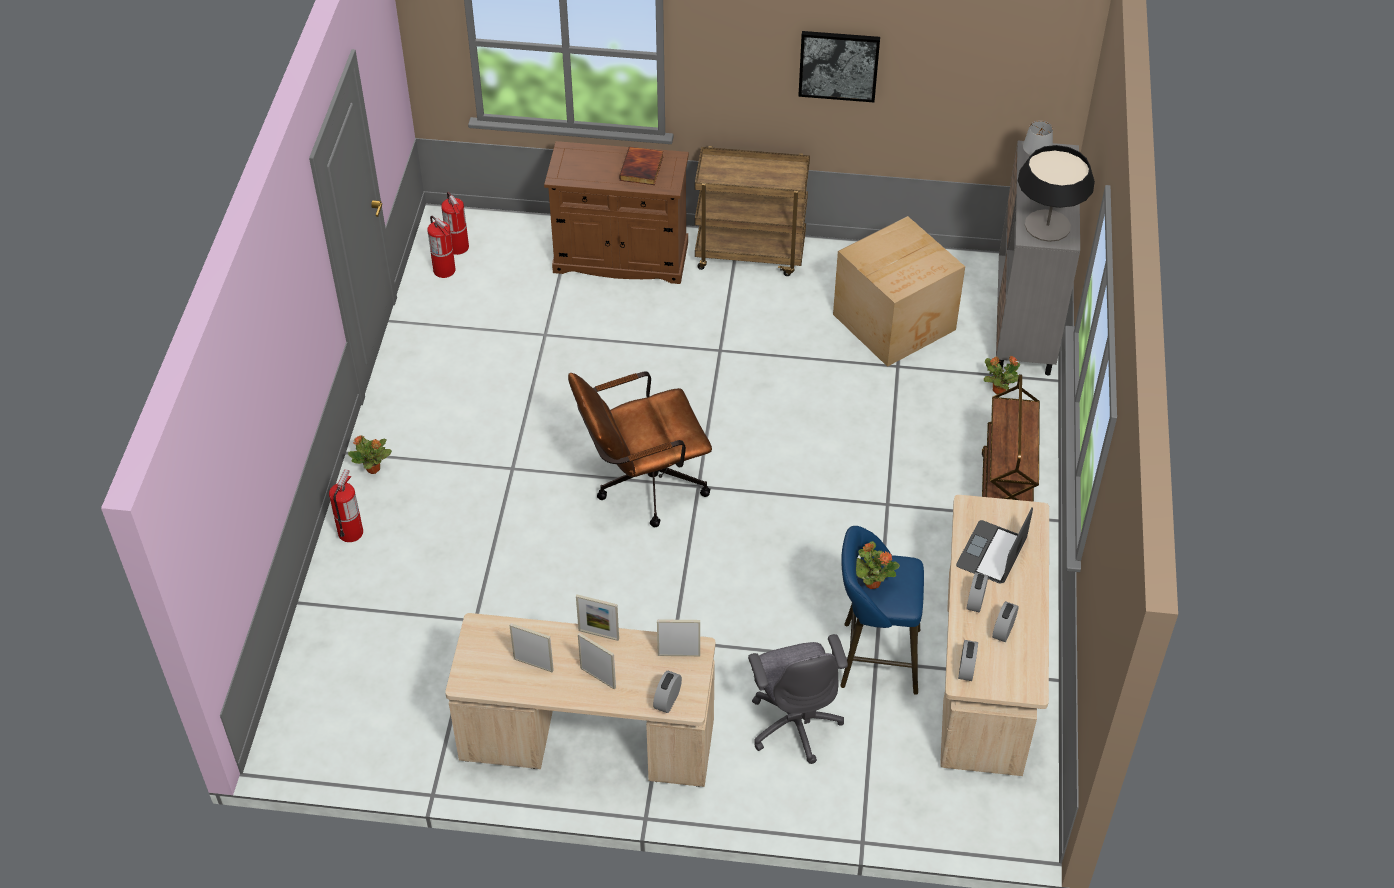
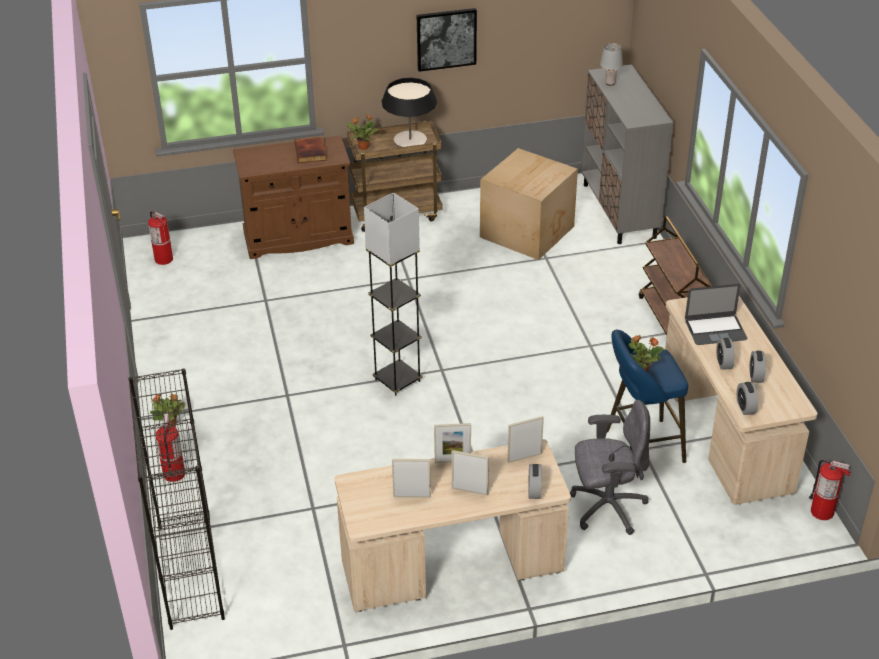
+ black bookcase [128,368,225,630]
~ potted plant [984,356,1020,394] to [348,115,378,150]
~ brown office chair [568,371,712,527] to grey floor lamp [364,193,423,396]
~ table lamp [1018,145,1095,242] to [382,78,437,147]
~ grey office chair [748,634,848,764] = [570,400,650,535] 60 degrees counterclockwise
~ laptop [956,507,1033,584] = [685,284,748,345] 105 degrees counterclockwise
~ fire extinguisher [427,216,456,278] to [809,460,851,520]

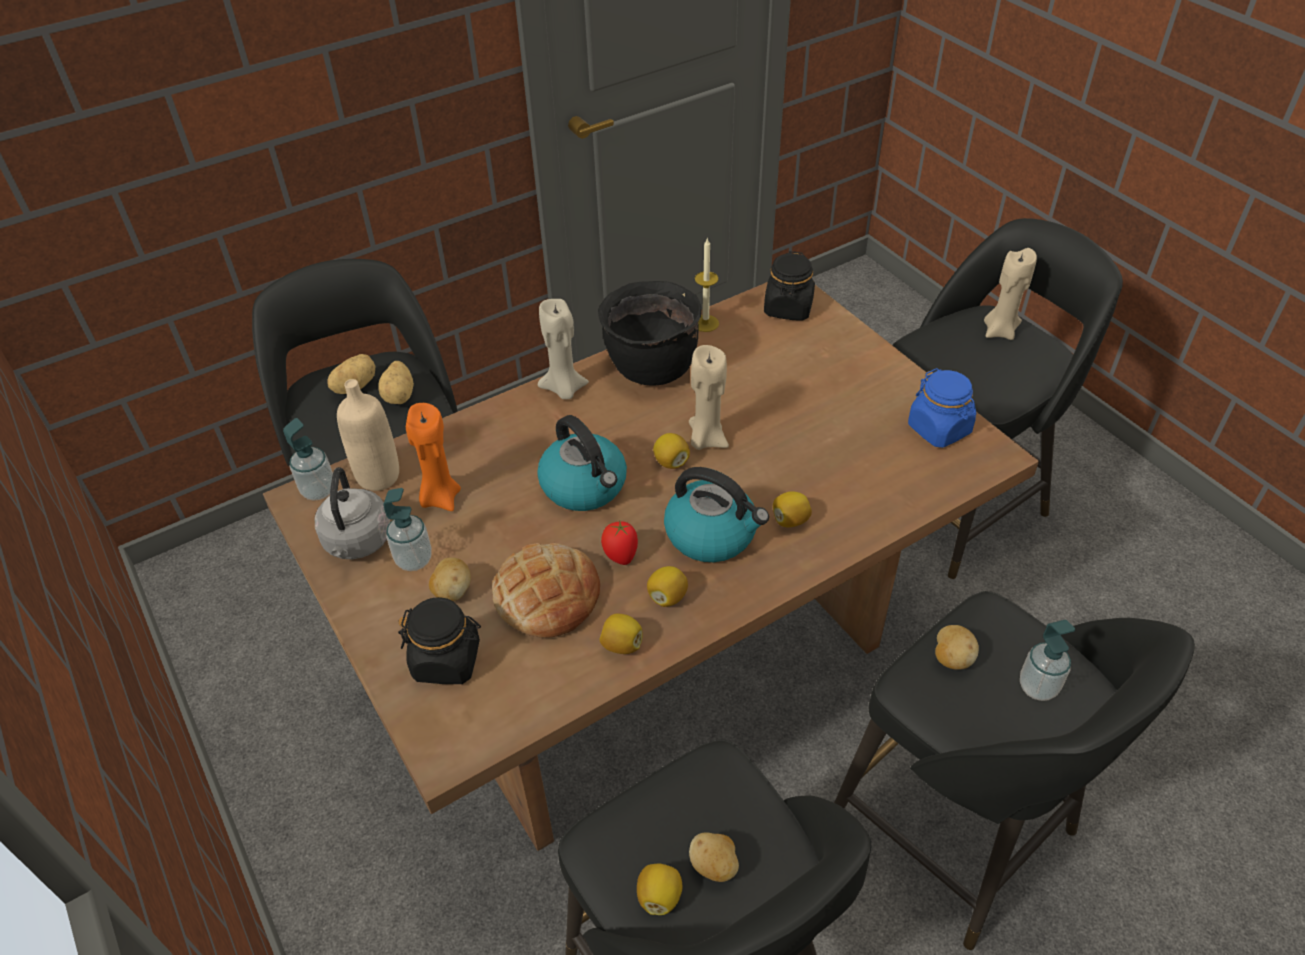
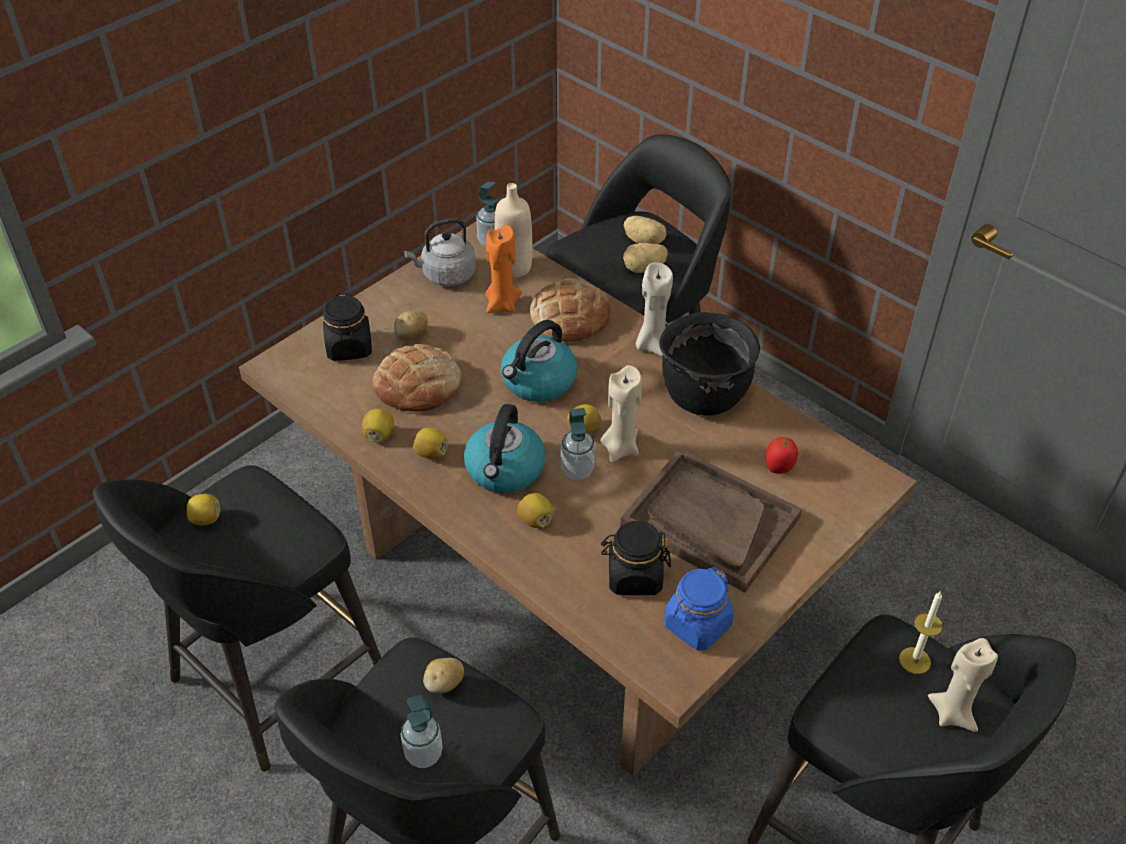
+ bread [530,278,611,342]
~ soap dispenser [383,488,432,571] to [561,408,595,480]
~ black jar [764,251,815,321] to [601,521,671,595]
+ brown tray [620,449,802,592]
~ tomato [601,521,638,565] to [766,437,798,474]
~ candle [695,239,719,332] to [899,591,942,674]
- potato [689,833,739,882]

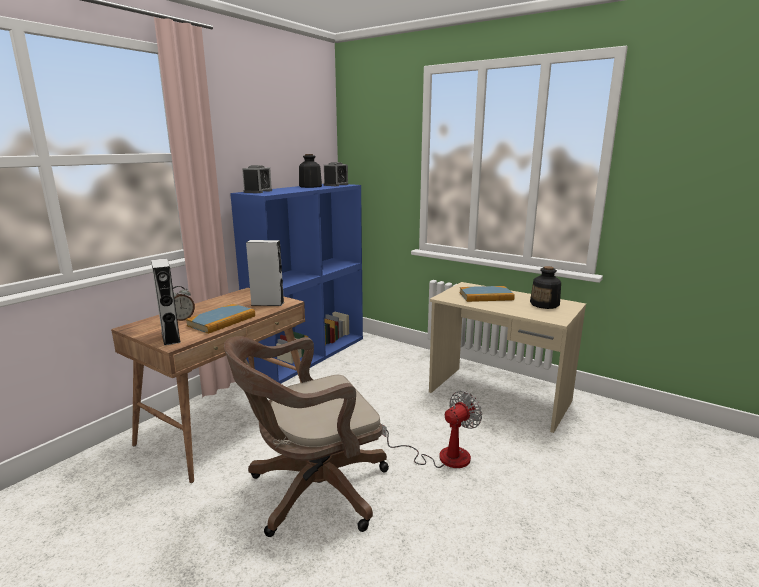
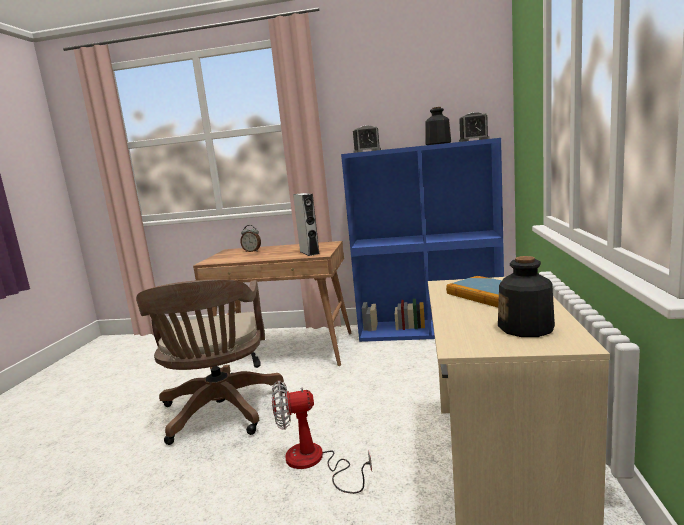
~ brown office chair [224,336,389,537] = [136,279,286,445] 135 degrees counterclockwise
~ fan [382,391,482,468] = [272,380,372,494] 150 degrees clockwise
- grey speaker [151,258,181,346]
- book [186,304,255,334]

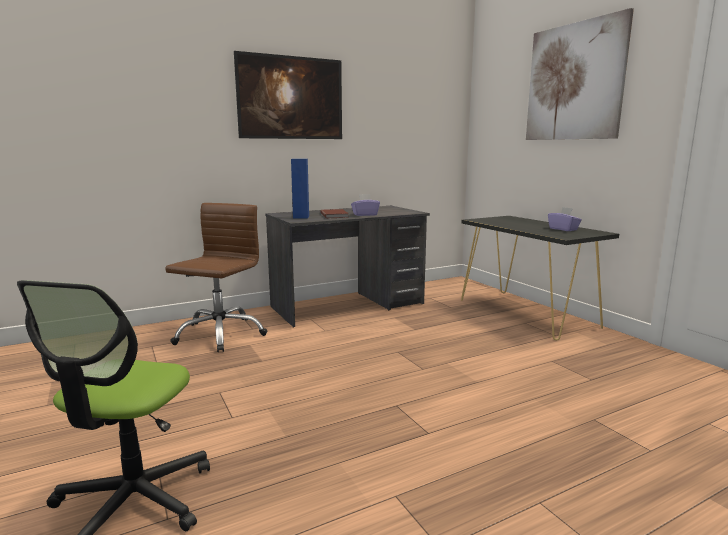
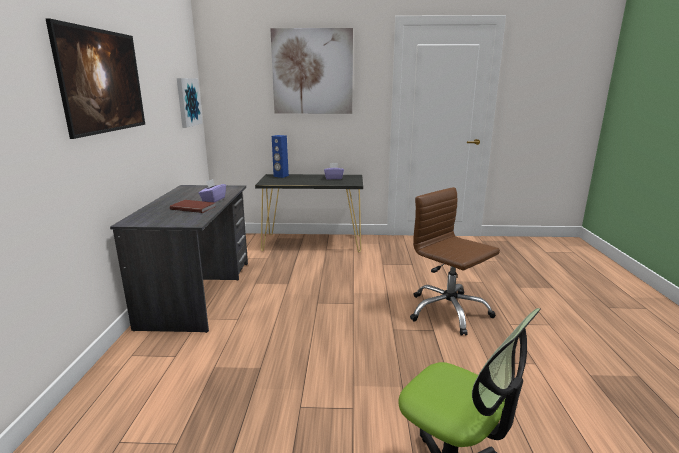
+ picture [177,78,202,128]
~ blue speaker [291,159,309,219] to [272,135,289,178]
~ brown office chair [165,203,267,352] to [410,187,500,336]

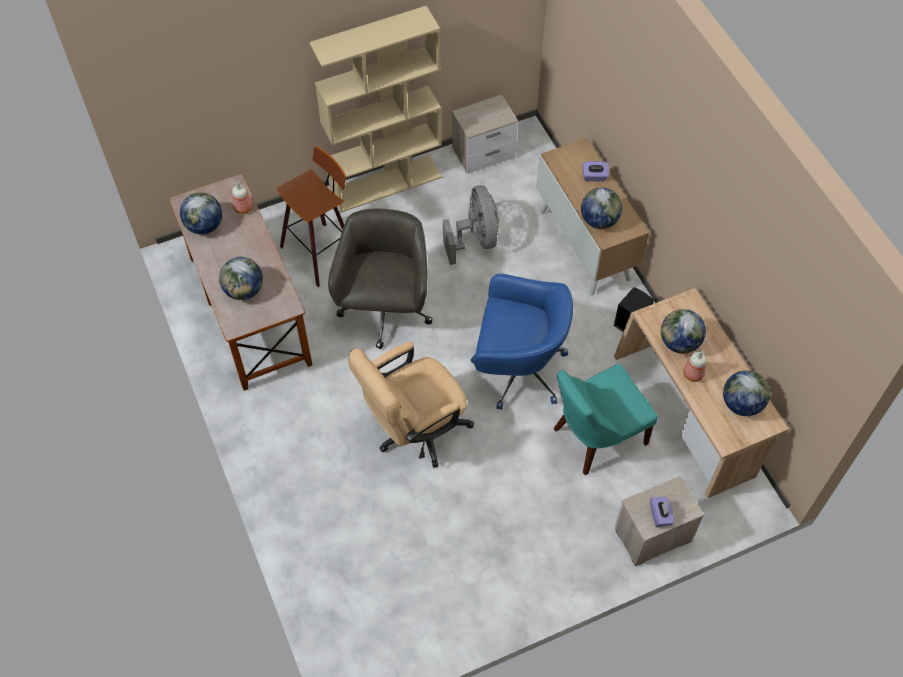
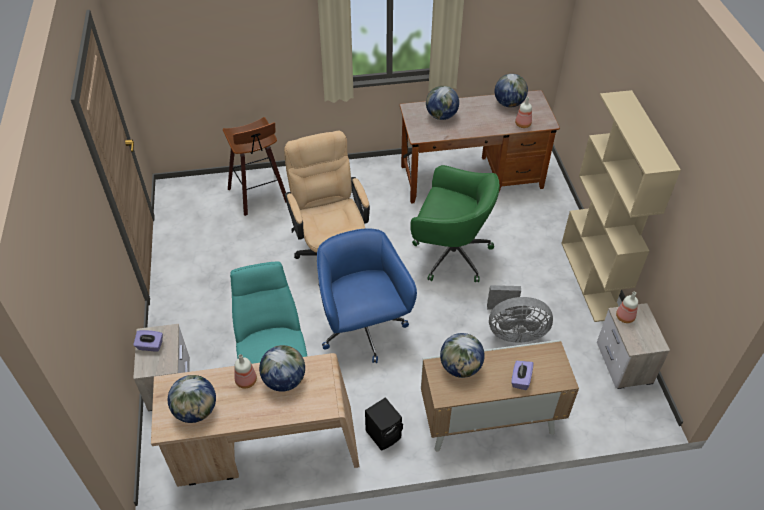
~ stool [277,146,346,287] to [223,117,287,216]
~ blue office chair [470,274,573,410] = [317,228,417,363] 135 degrees clockwise
~ grey office chair [328,209,433,349] to green office chair [410,165,500,282]
+ bottle [616,292,638,323]

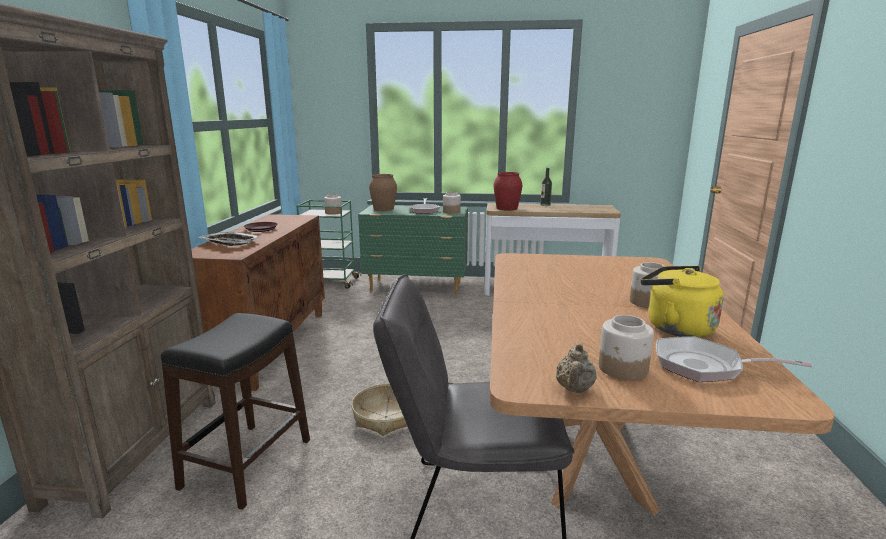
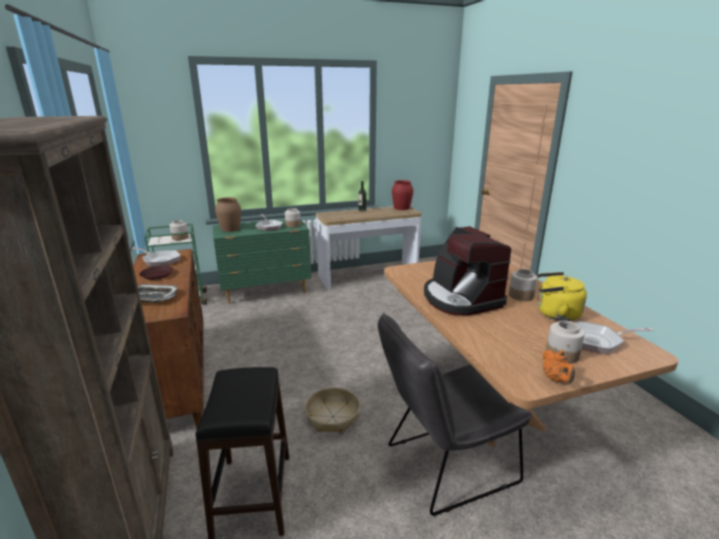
+ frying pan [131,247,180,267]
~ red vase [494,172,522,211] to [392,180,413,210]
+ coffee machine [424,226,511,316]
~ beige teapot [556,343,597,393] to orange teapot [542,350,575,384]

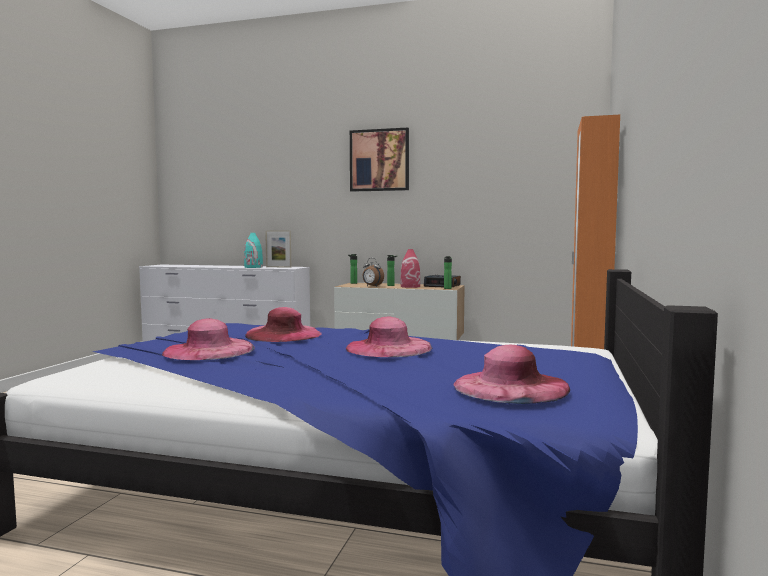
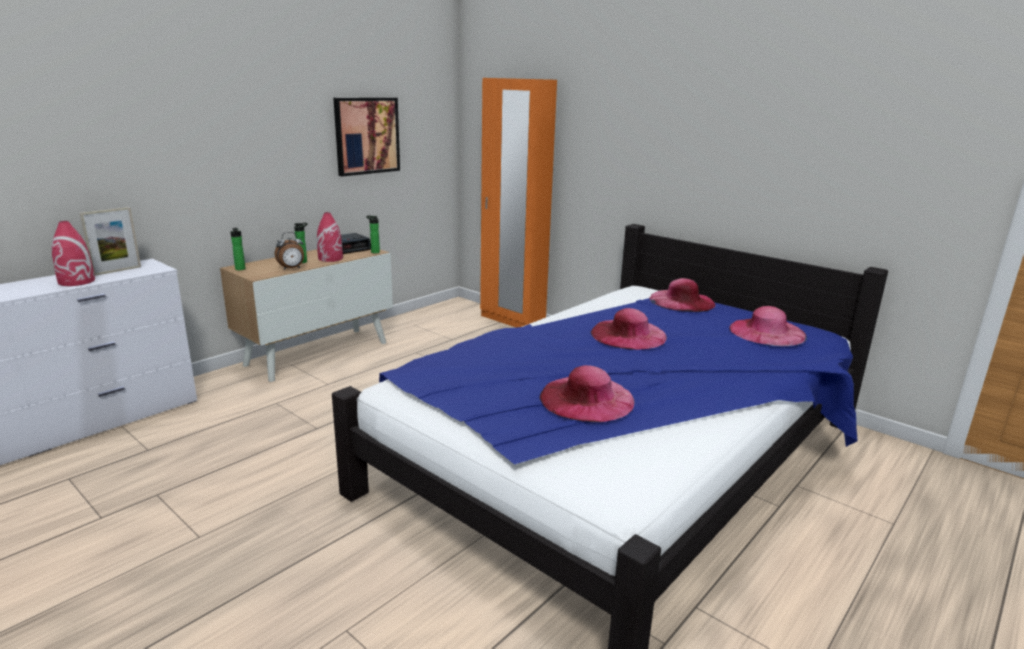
~ turquoise vase [244,233,263,268] to red vase [52,221,95,286]
~ picture [350,128,409,192] to [333,98,400,176]
~ pink hat [245,307,322,342] to [649,278,715,312]

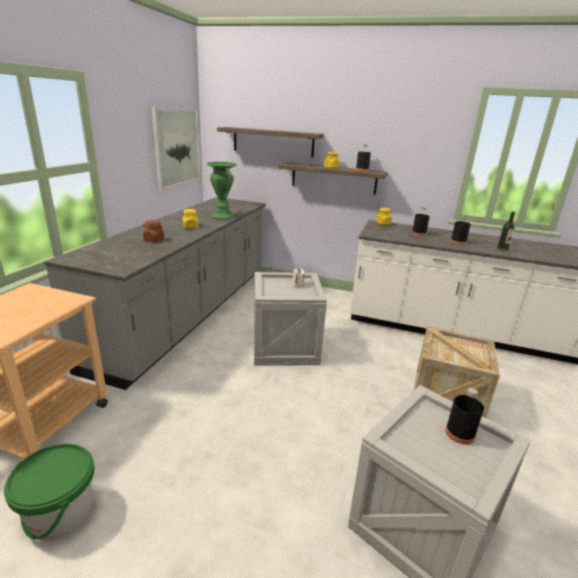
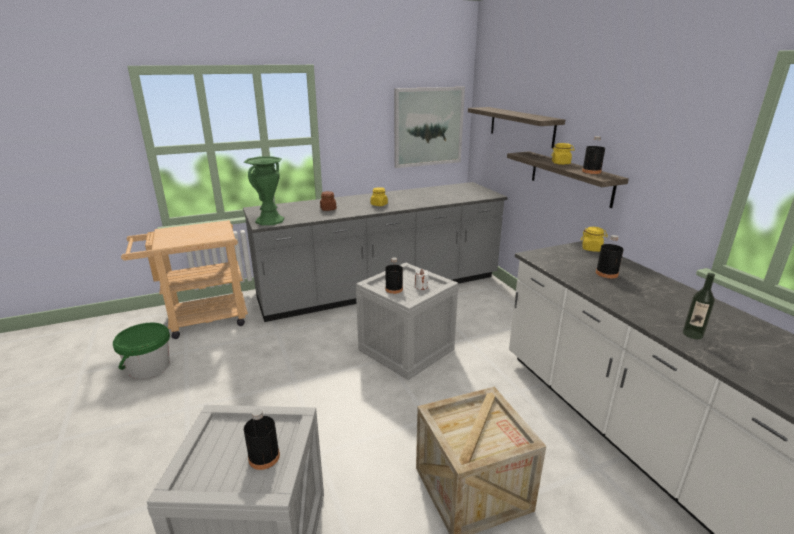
~ green vase [207,162,237,219] to [244,156,284,225]
~ black bottle [451,214,471,245] to [385,258,403,294]

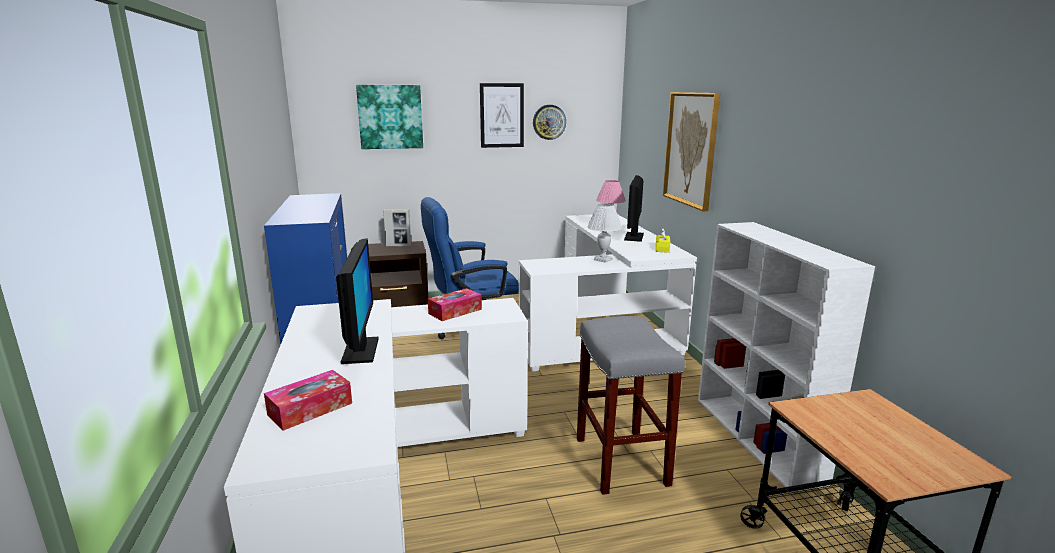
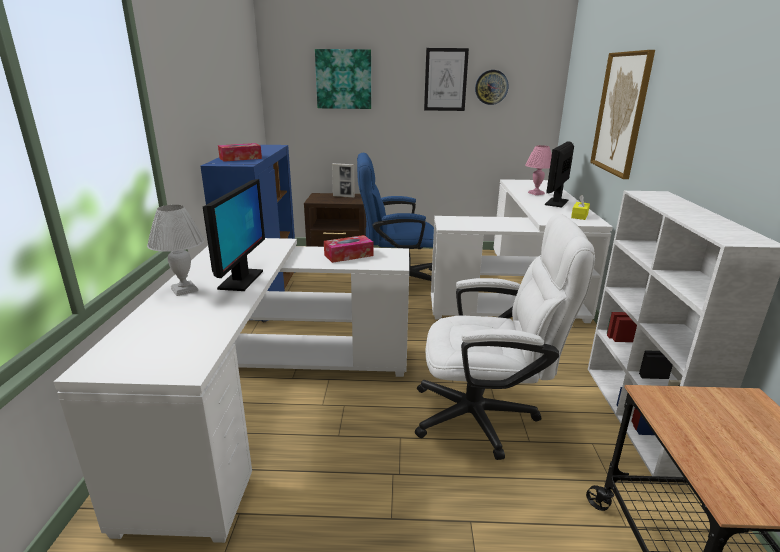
~ white table lamp [587,203,622,263] to [147,205,205,296]
~ tissue box [264,370,352,431] to [218,143,262,162]
~ grey stool [577,316,685,495] to white office chair [415,214,595,460]

